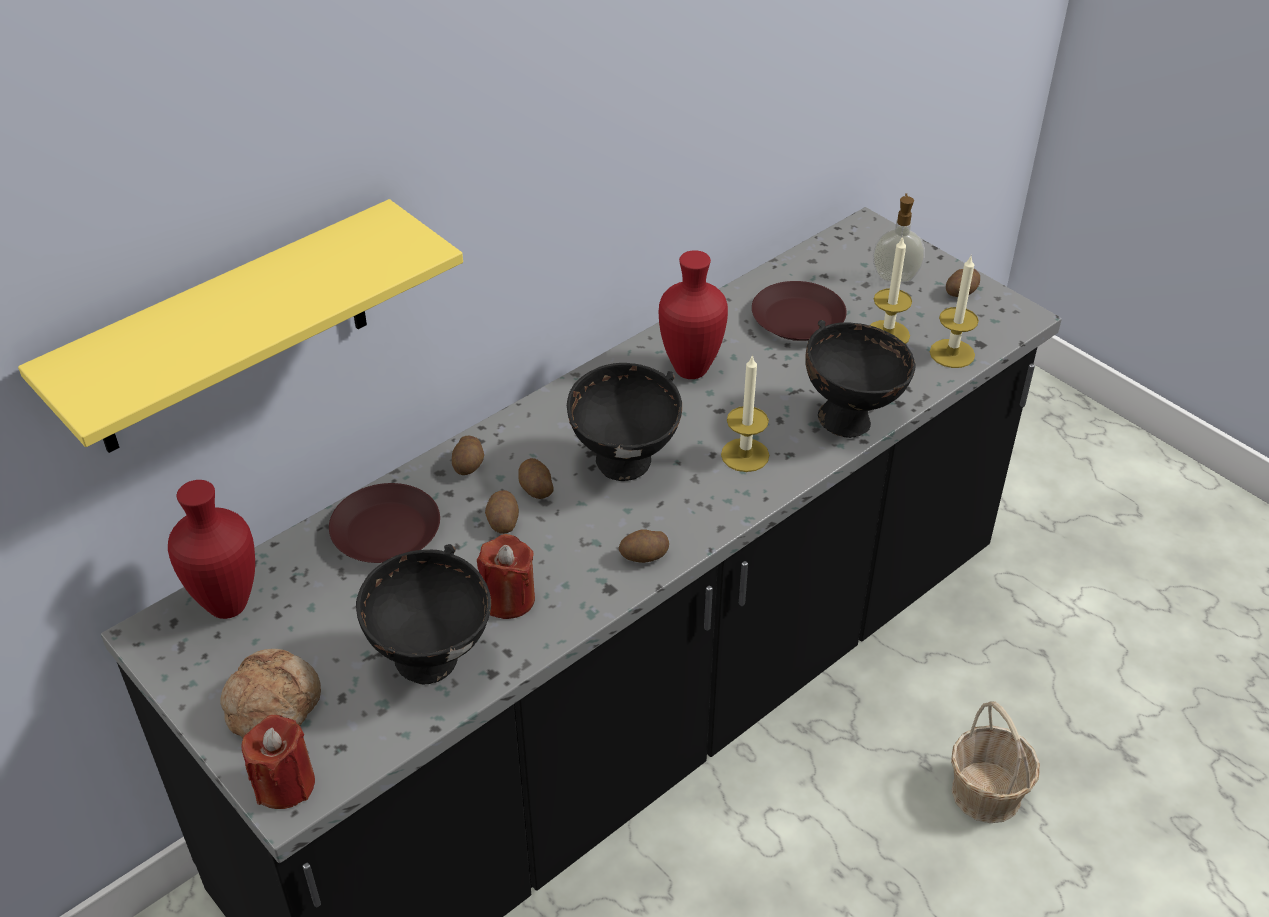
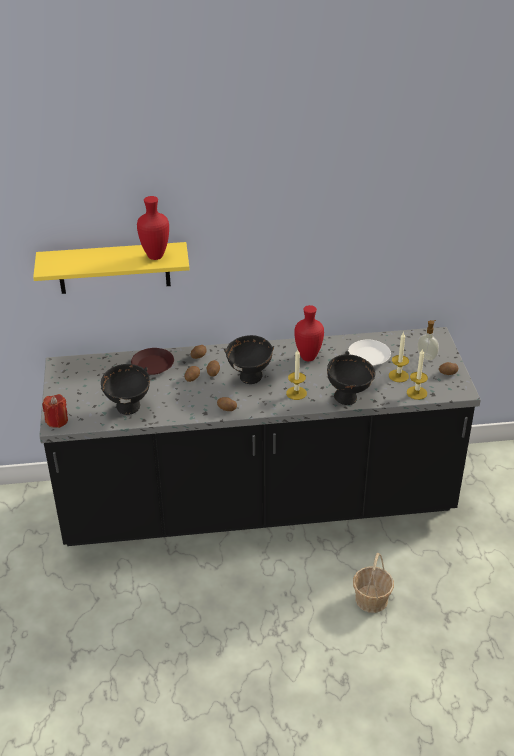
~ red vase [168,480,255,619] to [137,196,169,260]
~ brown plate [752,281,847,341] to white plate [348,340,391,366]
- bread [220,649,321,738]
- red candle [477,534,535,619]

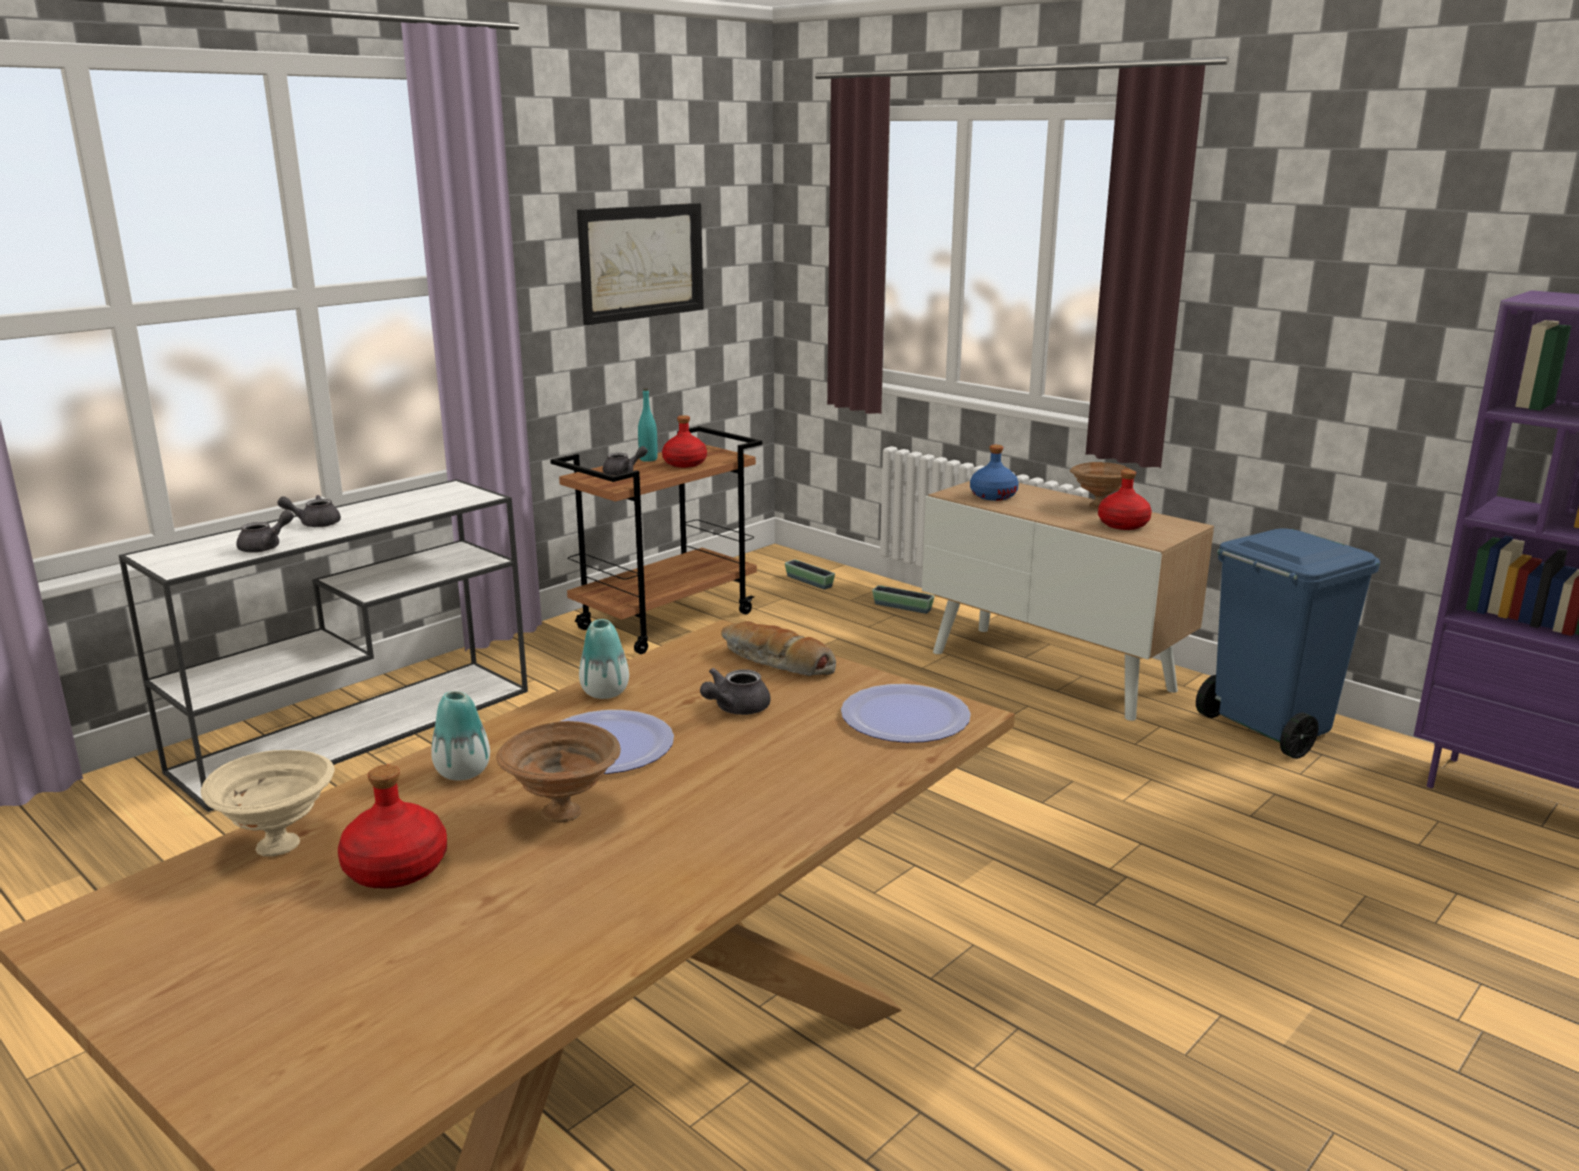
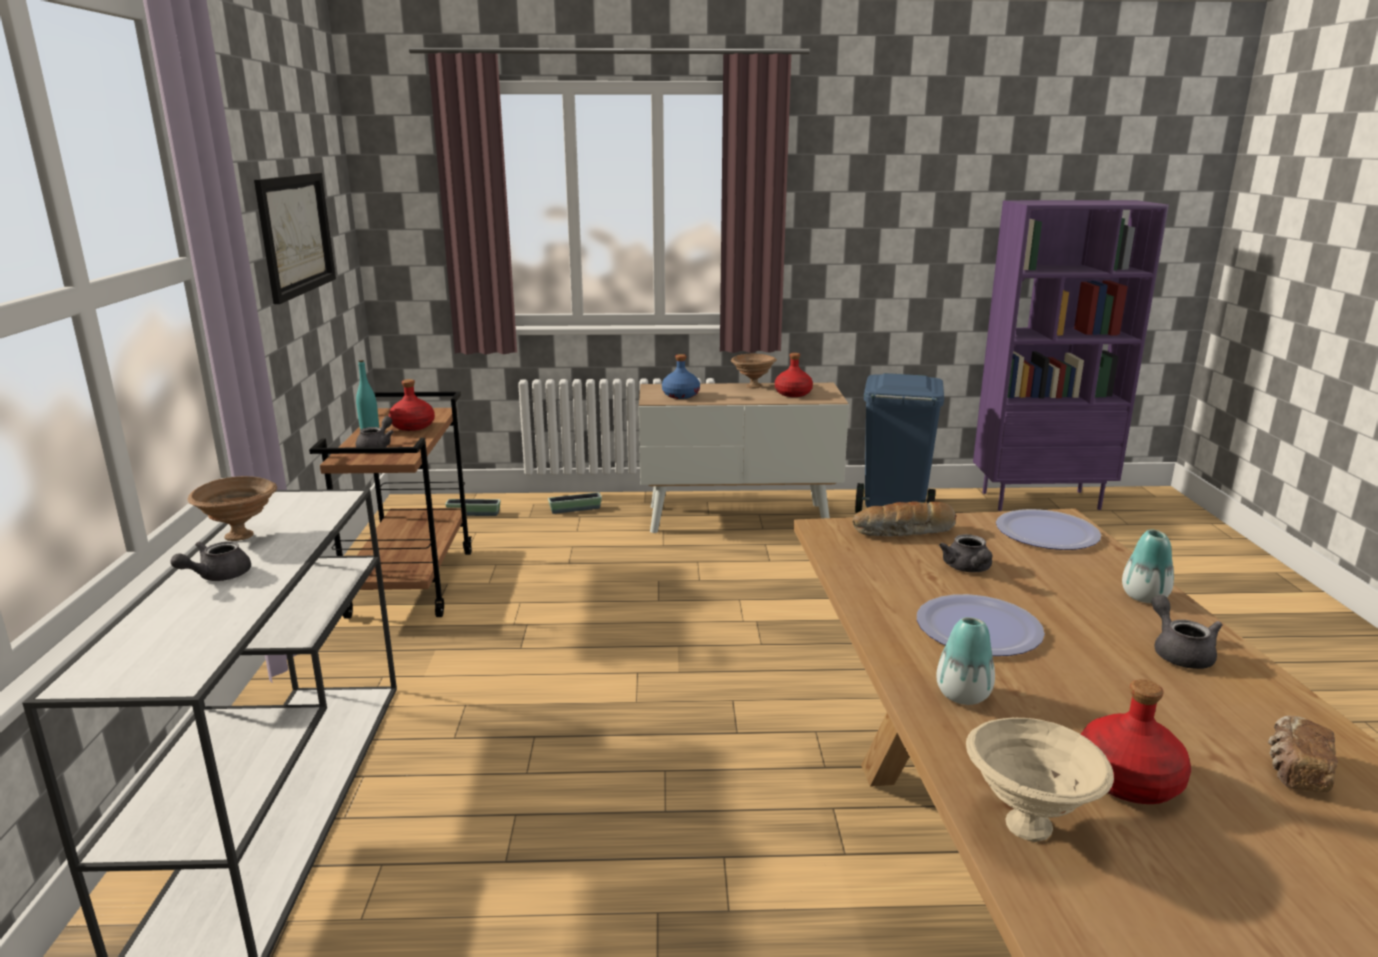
~ brown bowl [496,721,621,823] to [187,476,277,541]
~ vase [579,619,629,699] to [1122,529,1174,603]
~ grey teapot [236,510,294,553] to [1152,595,1223,669]
+ bread [1268,716,1338,792]

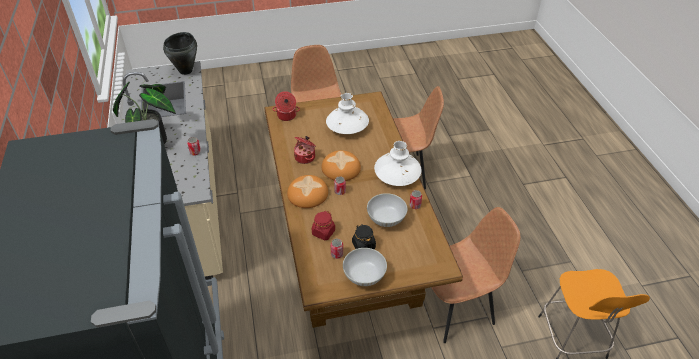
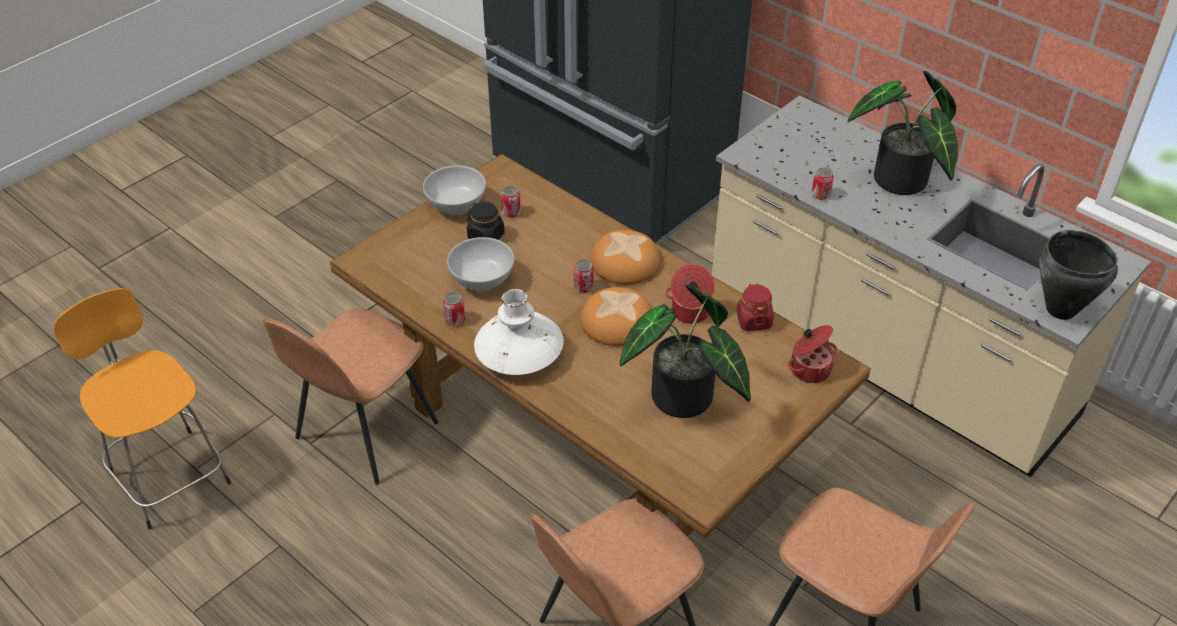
~ white vase [326,93,369,134] to potted plant [620,285,751,418]
~ red jar [312,211,335,240] to [736,283,774,331]

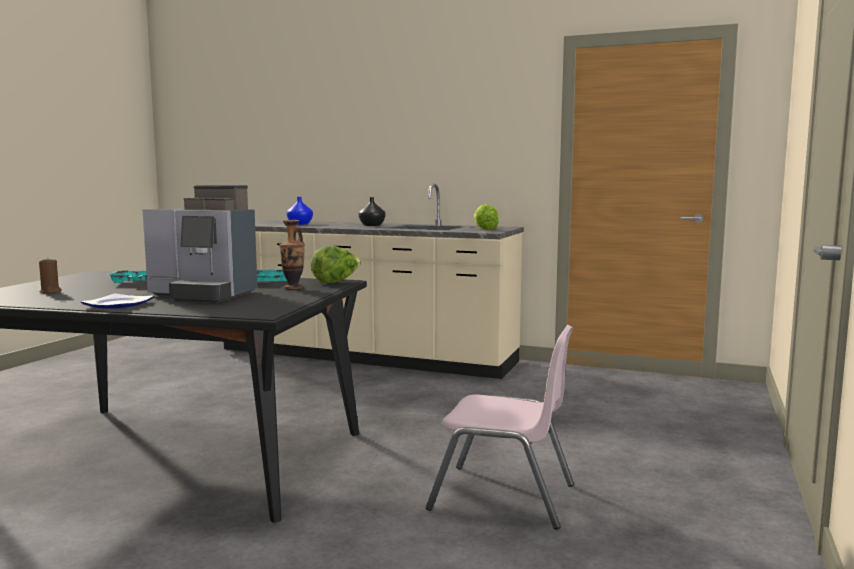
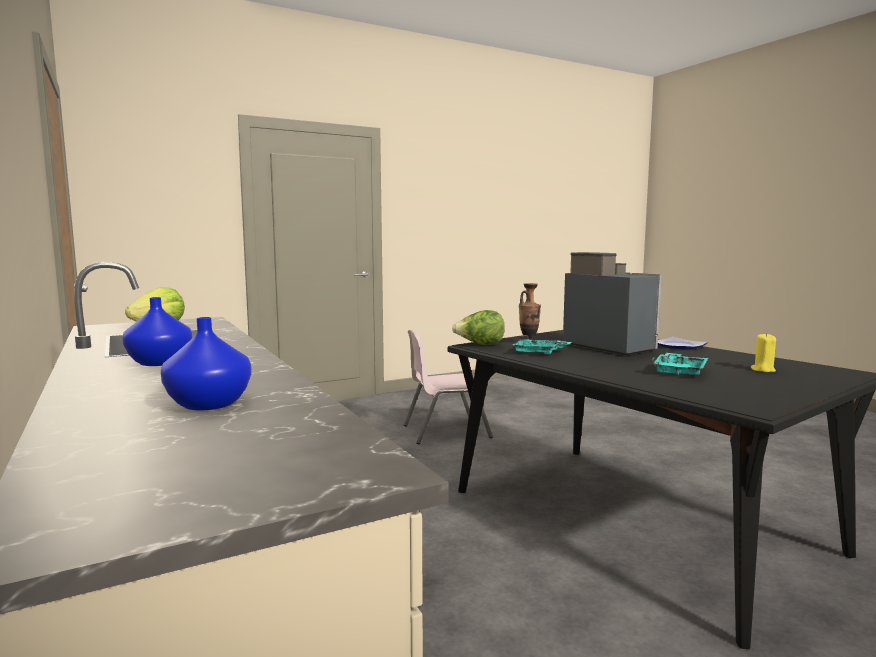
~ black vase [359,197,386,226] to blue vase [122,297,192,366]
~ pink chair [426,325,574,530] = [404,329,493,444] 75 degrees counterclockwise
~ brown candle [39,259,62,293] to yellow candle [751,333,776,372]

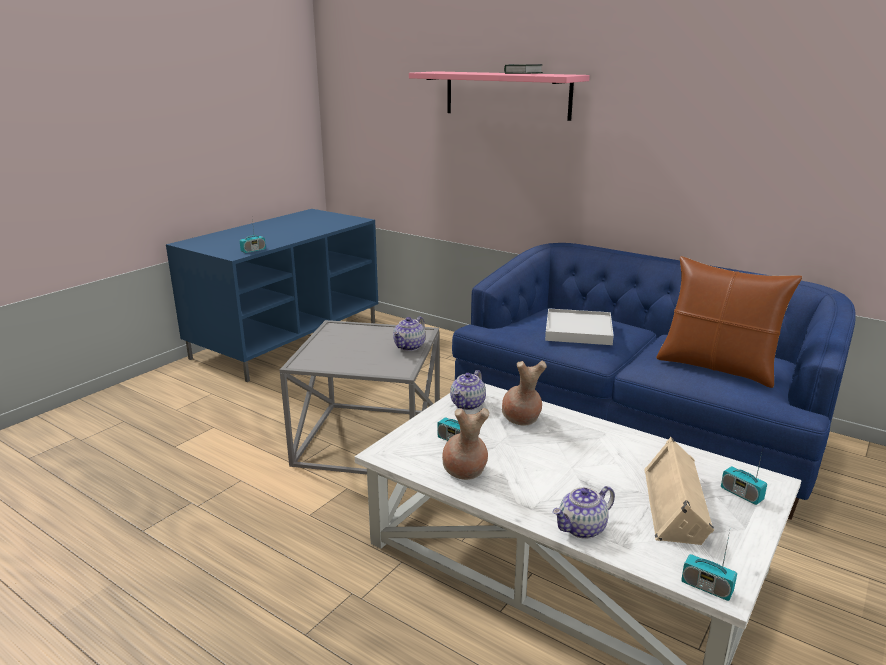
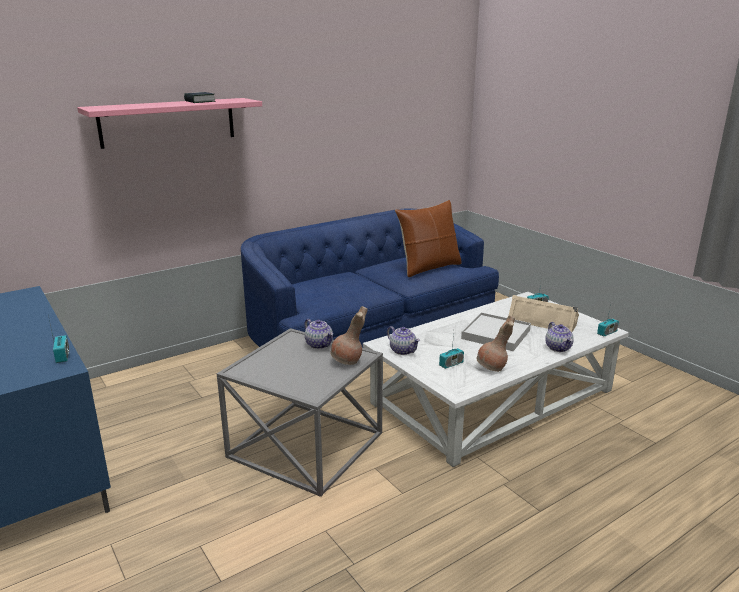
~ brown vase [502,361,547,426] to [330,306,368,365]
~ white tray [545,308,614,345] to [461,312,531,351]

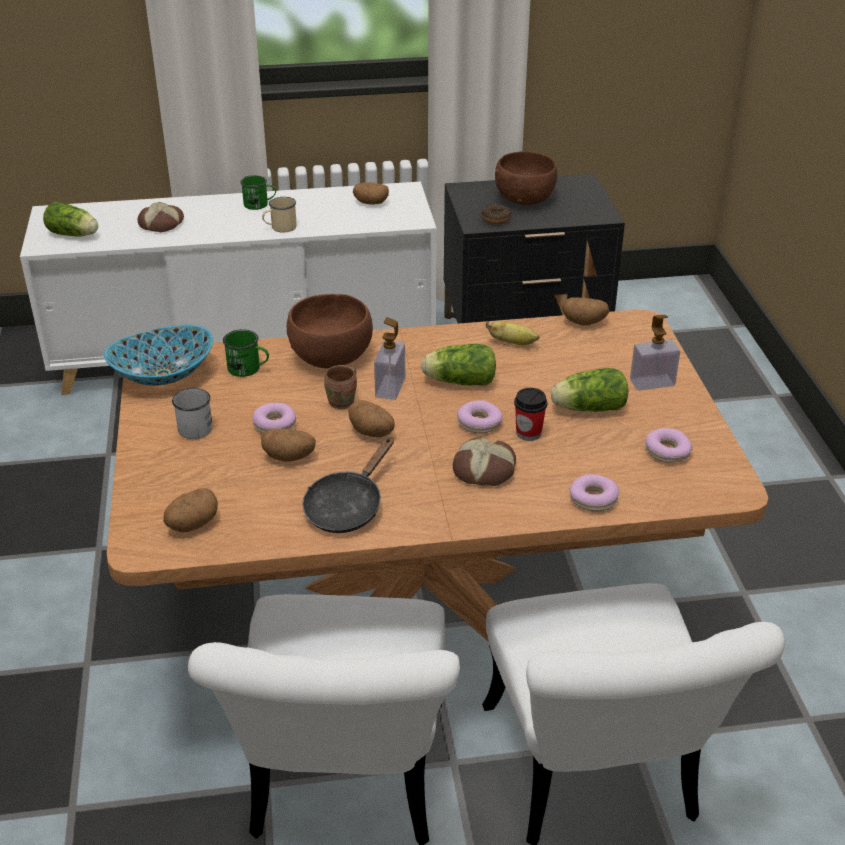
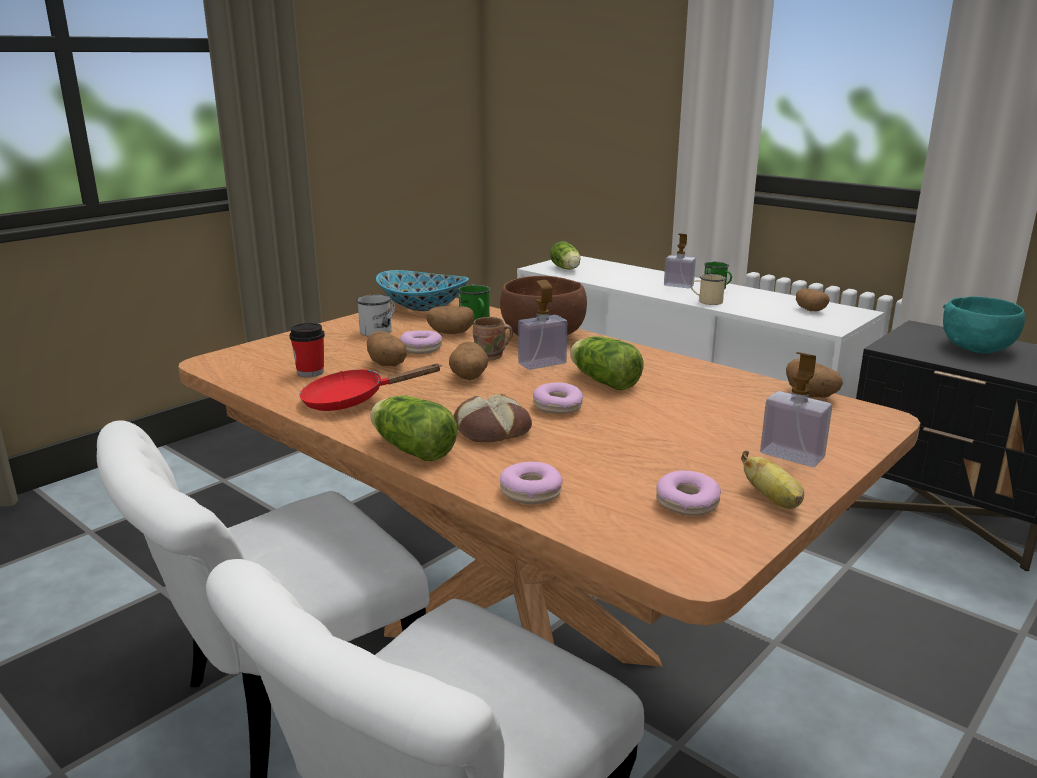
~ cup [514,388,547,441] to [289,323,325,377]
~ black frying pan [302,437,394,533] to red frying pan [299,364,442,411]
~ lettuce [551,368,628,412] to [370,395,458,461]
~ potato [163,488,218,532] to [426,306,474,334]
+ soap dispenser [664,233,696,288]
~ banana [486,321,539,345] to [741,451,804,509]
~ brown bowl [495,151,557,205] to turquoise bowl [943,296,1025,353]
- bread [138,202,184,232]
- donut [482,204,512,224]

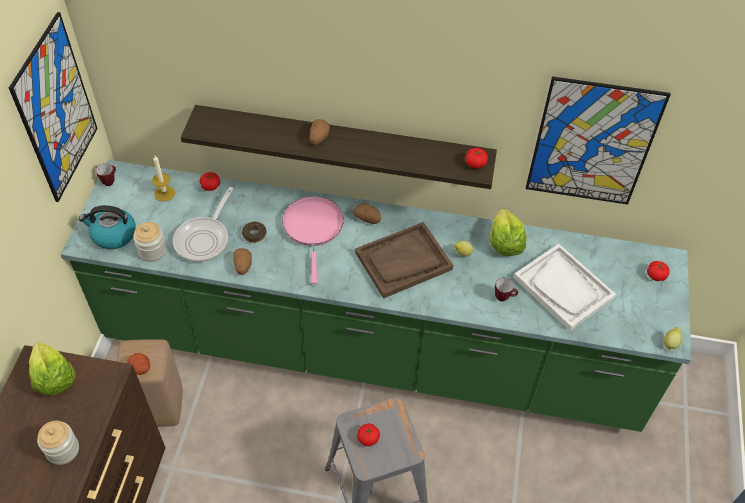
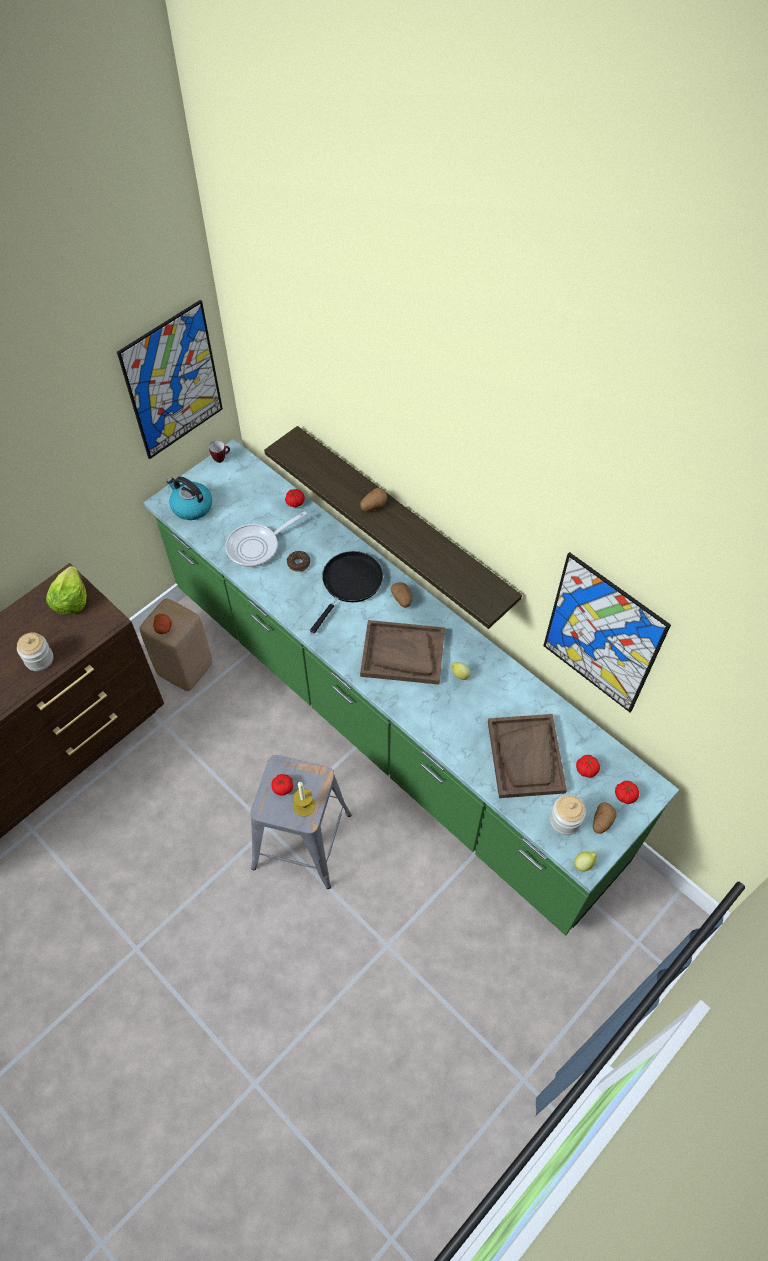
~ candle [152,156,175,202] to [293,782,315,816]
~ pink frying pan [282,196,344,284] to black frying pan [310,551,383,633]
~ white tray [514,244,616,331] to brown tray [488,714,567,798]
~ jar [133,222,167,262] to [550,795,586,835]
~ tomato [465,148,488,169] to [576,755,600,778]
~ potato [234,248,252,275] to [593,802,617,834]
- lettuce [490,209,527,256]
- mug [495,278,518,301]

